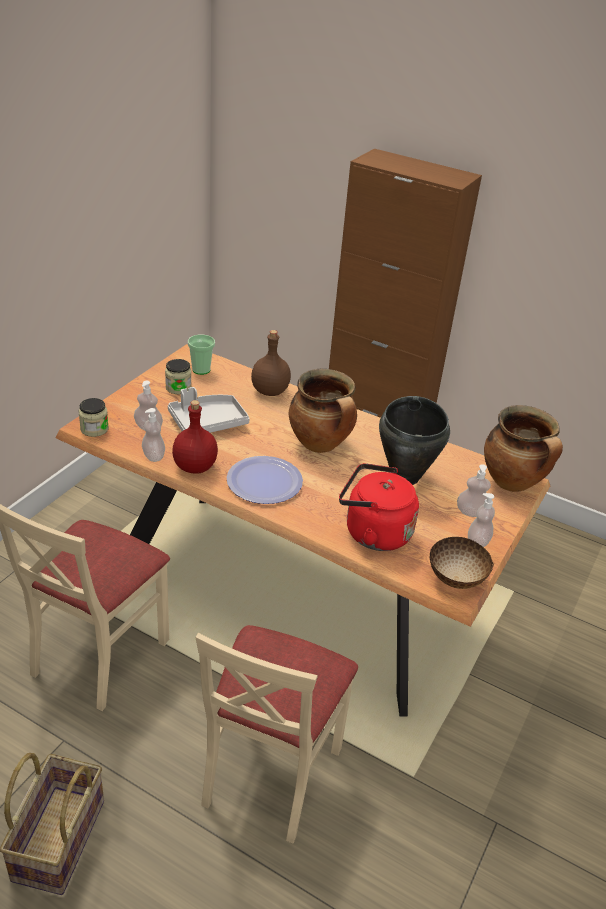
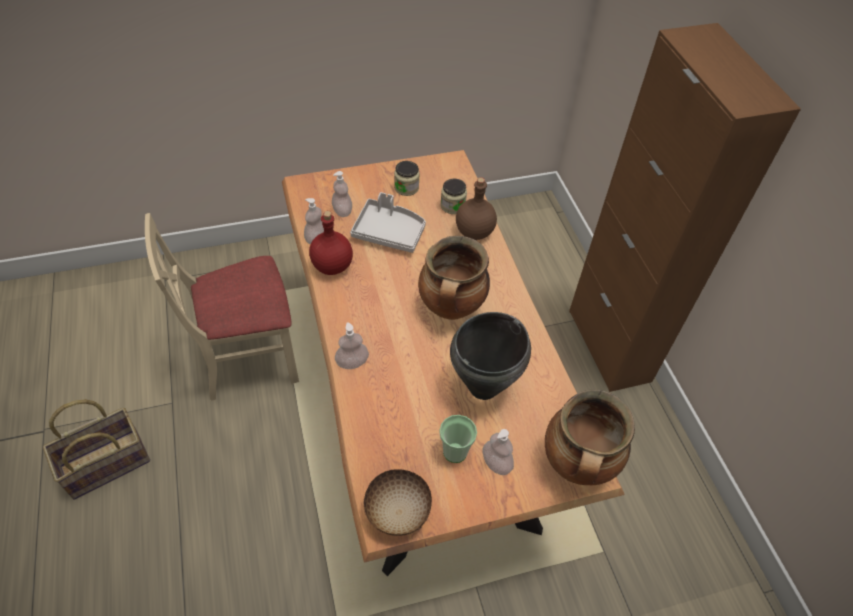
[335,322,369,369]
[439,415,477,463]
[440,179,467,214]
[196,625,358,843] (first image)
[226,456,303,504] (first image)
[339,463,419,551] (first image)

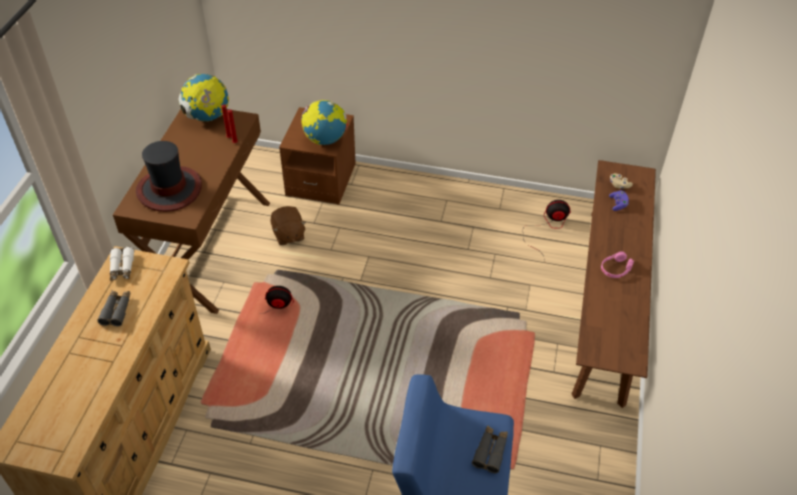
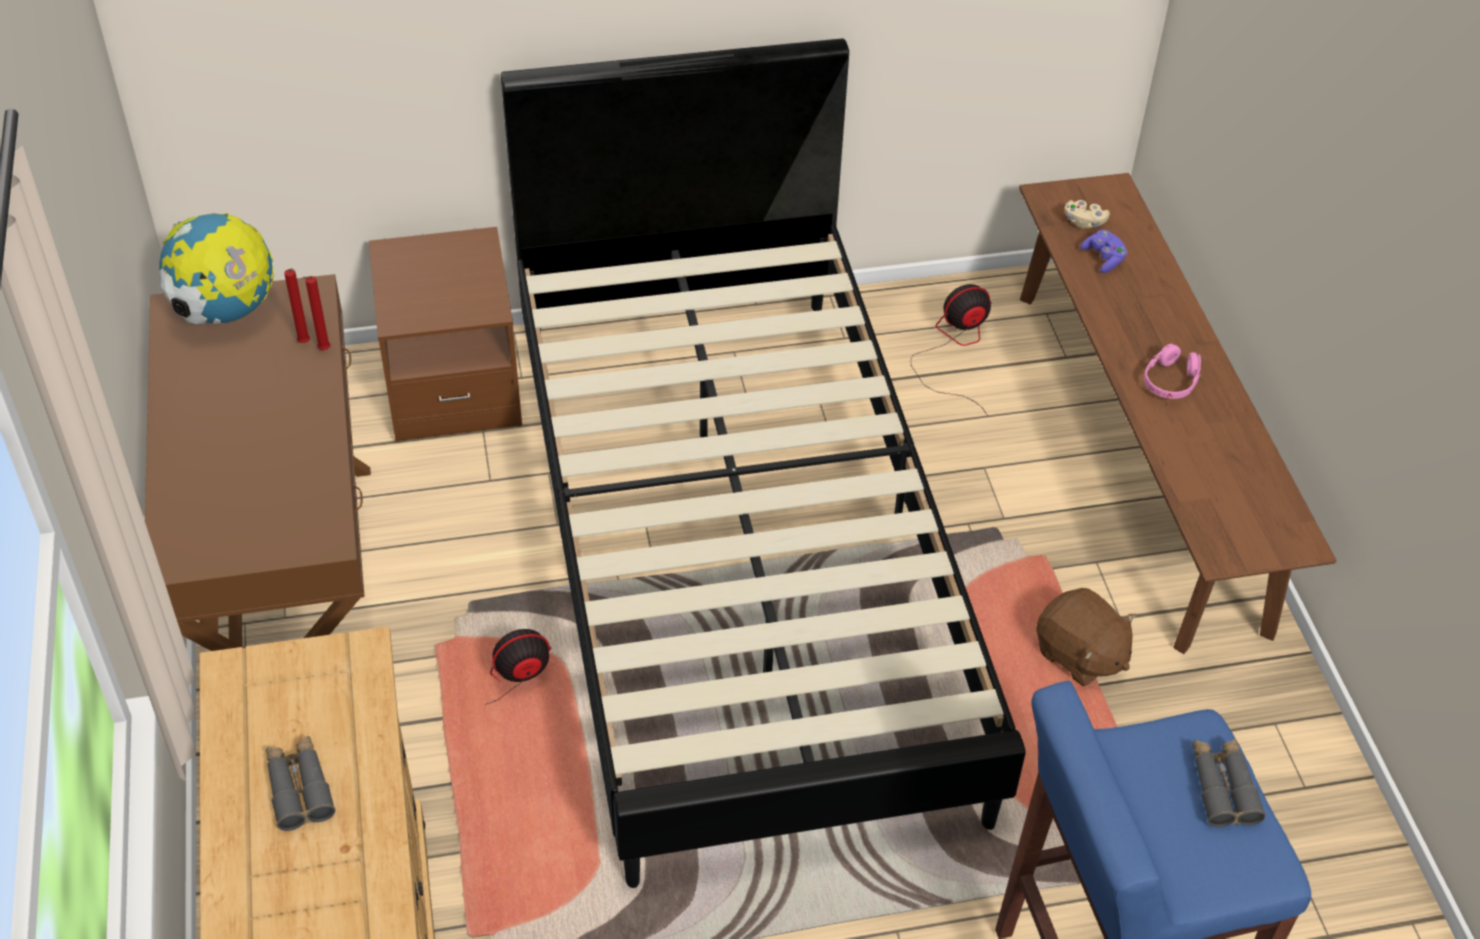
[501,38,1025,888]
[1036,588,1136,686]
[110,247,134,281] (first image)
[136,141,202,212] (first image)
[301,100,348,145] (first image)

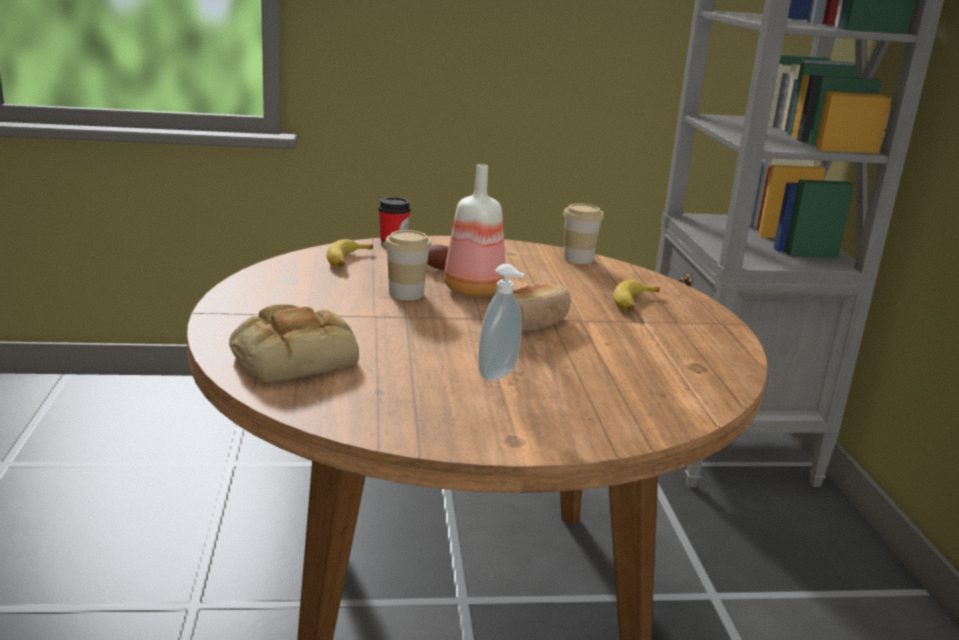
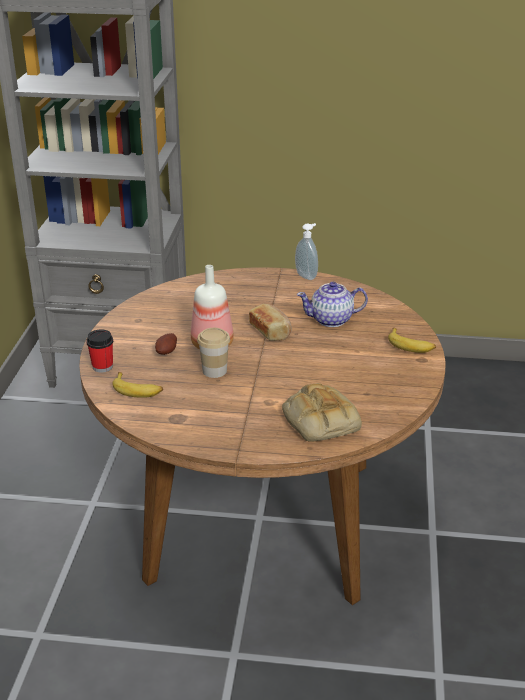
[295,223,318,280]
[297,282,368,327]
[388,328,436,353]
[563,204,604,264] (first image)

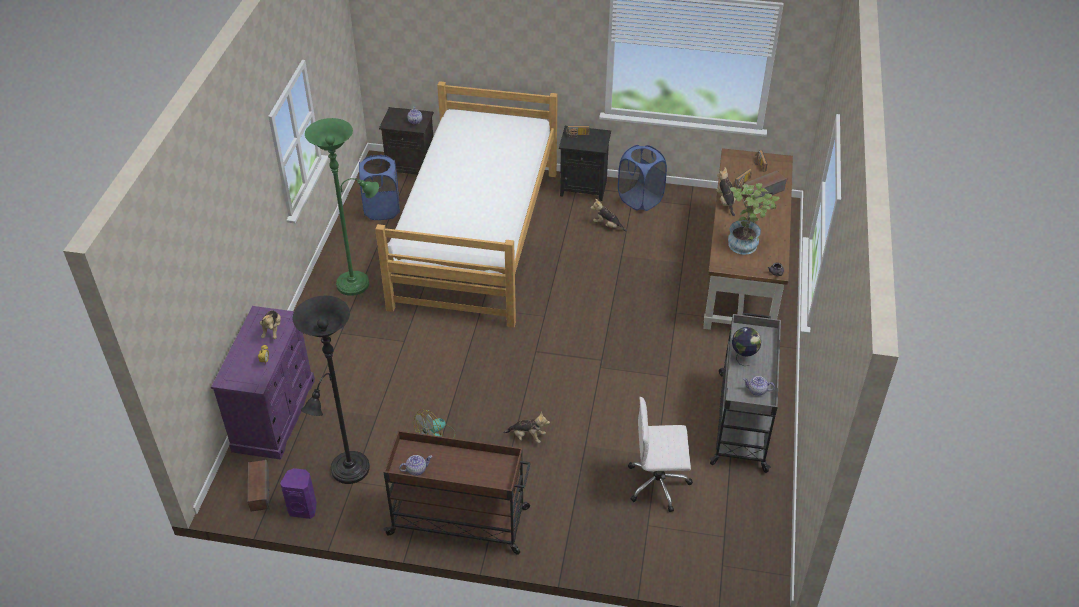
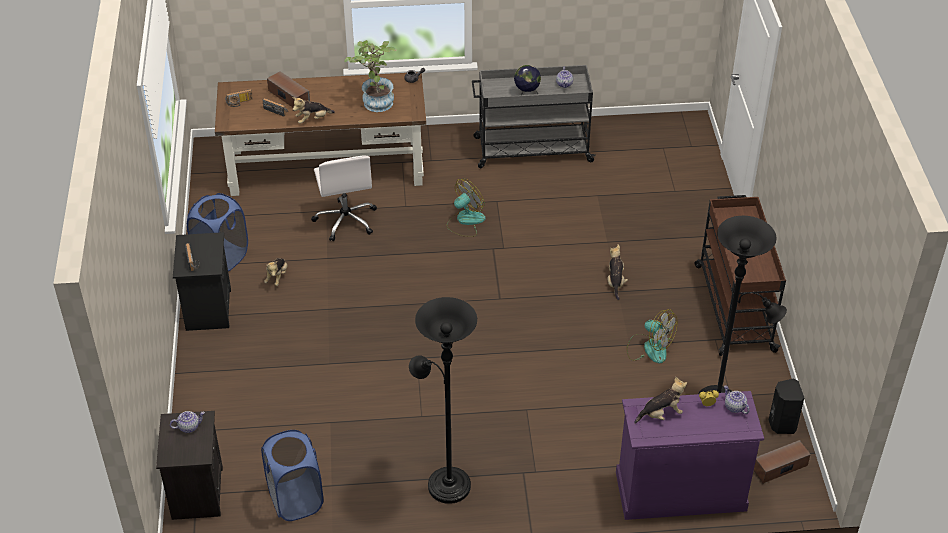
[311,156,377,241]
[409,297,477,504]
[446,179,486,237]
[724,386,750,414]
[769,379,804,434]
[375,81,558,327] (first image)

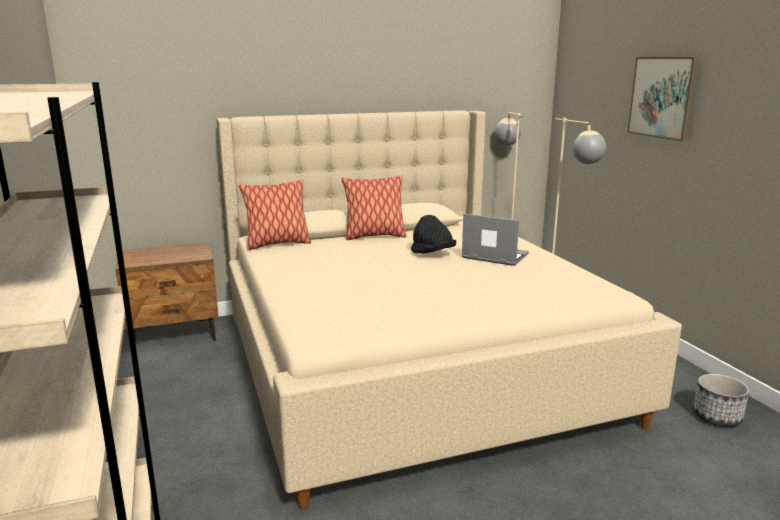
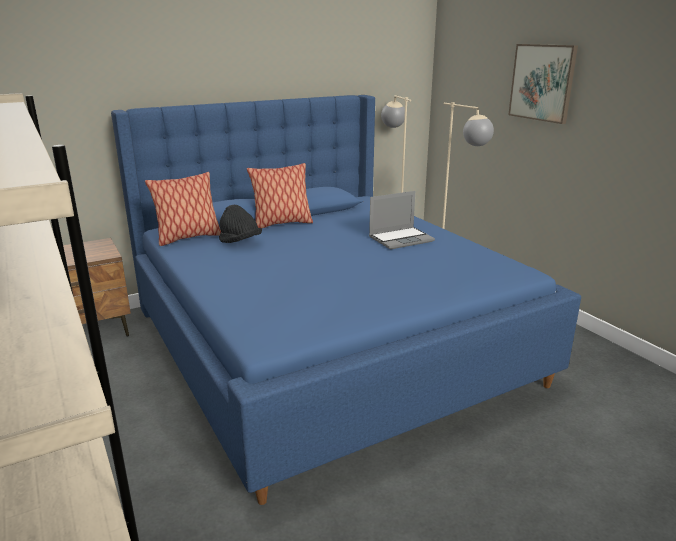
[111,95,581,505]
[219,204,262,243]
[369,191,435,250]
[693,374,749,427] (first image)

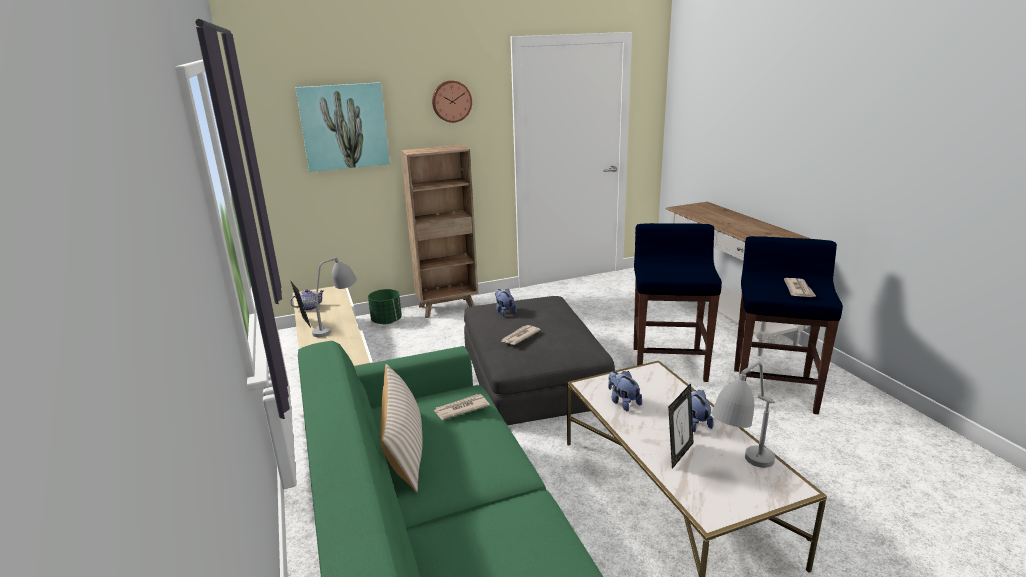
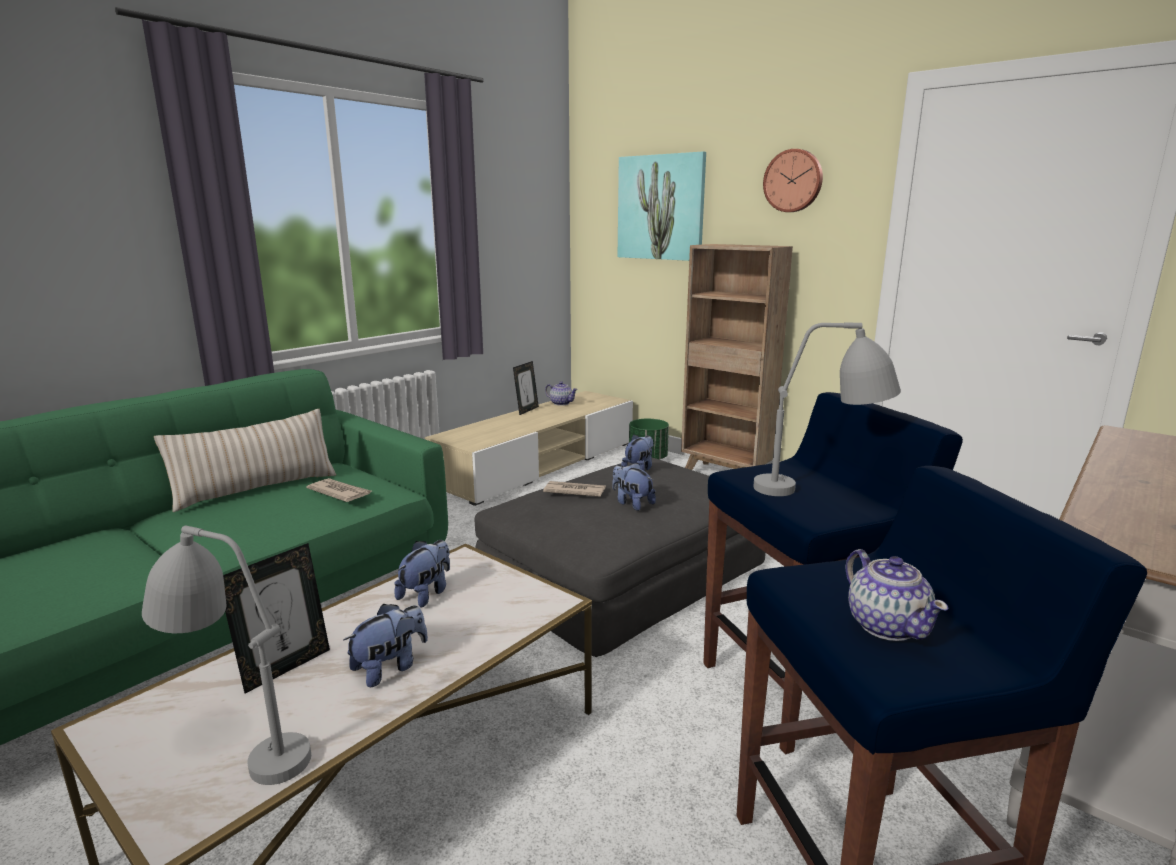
[223,543,330,694]
[612,463,656,511]
[753,322,901,496]
[845,549,948,641]

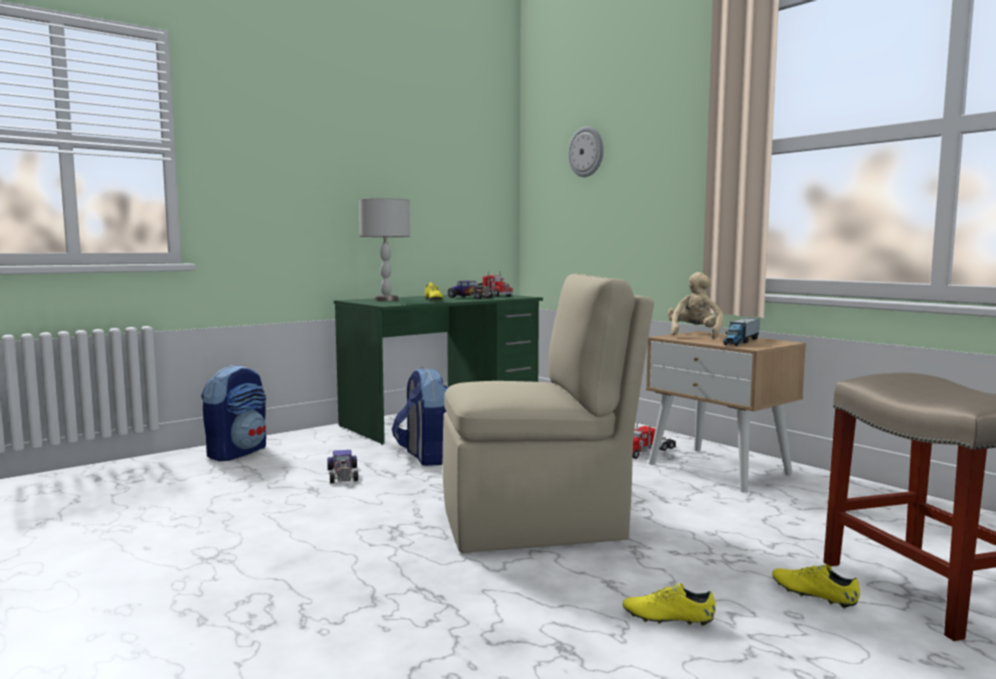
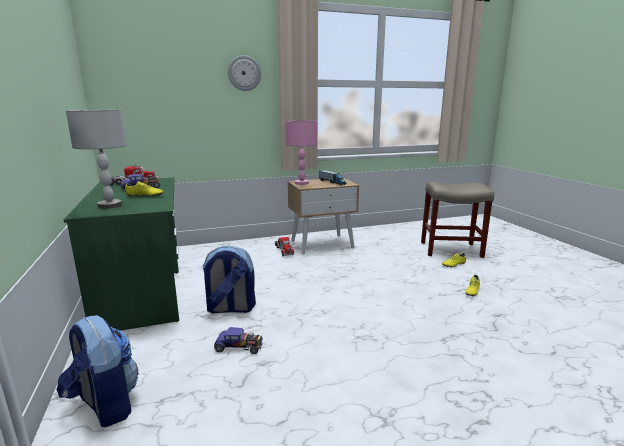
[228,55,261,91]
[286,120,317,185]
[442,274,654,553] (first image)

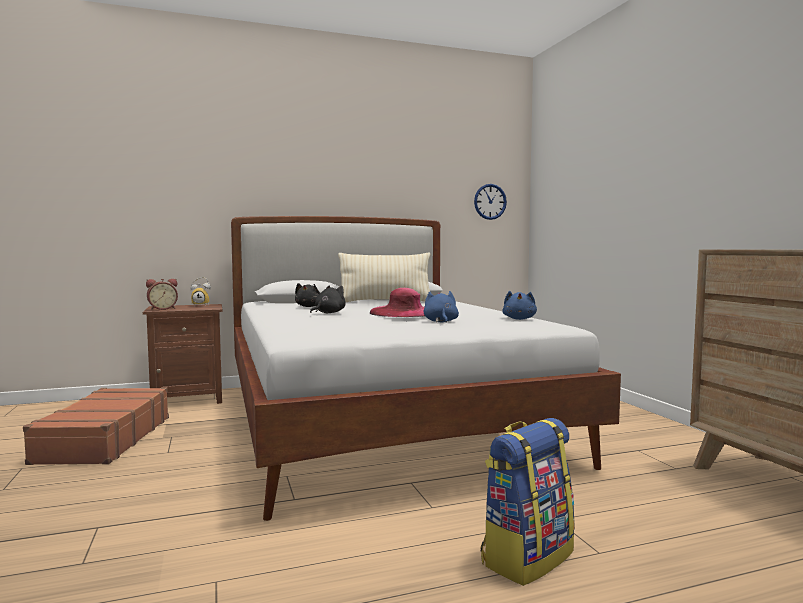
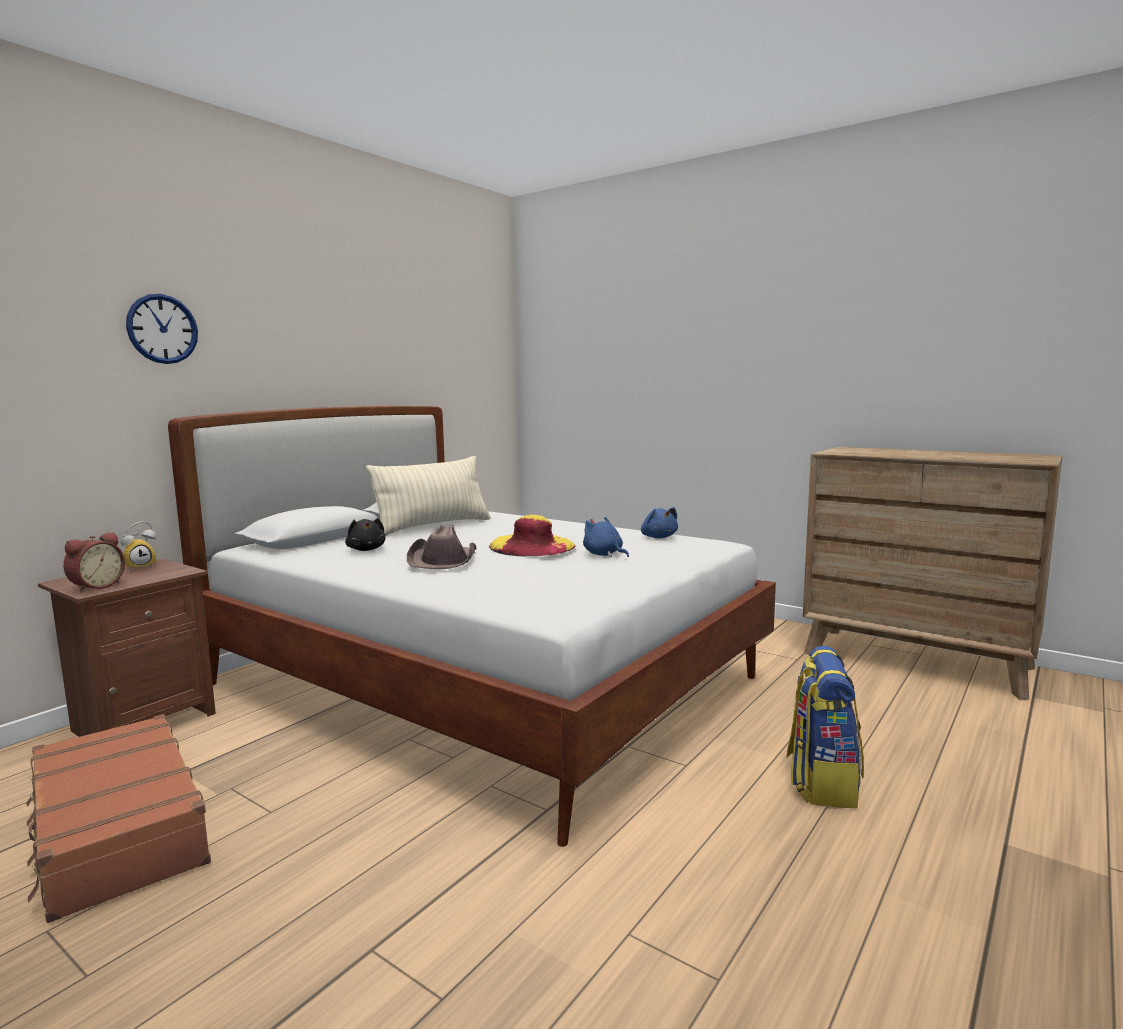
[126,294,198,364]
[407,525,476,569]
[489,515,576,556]

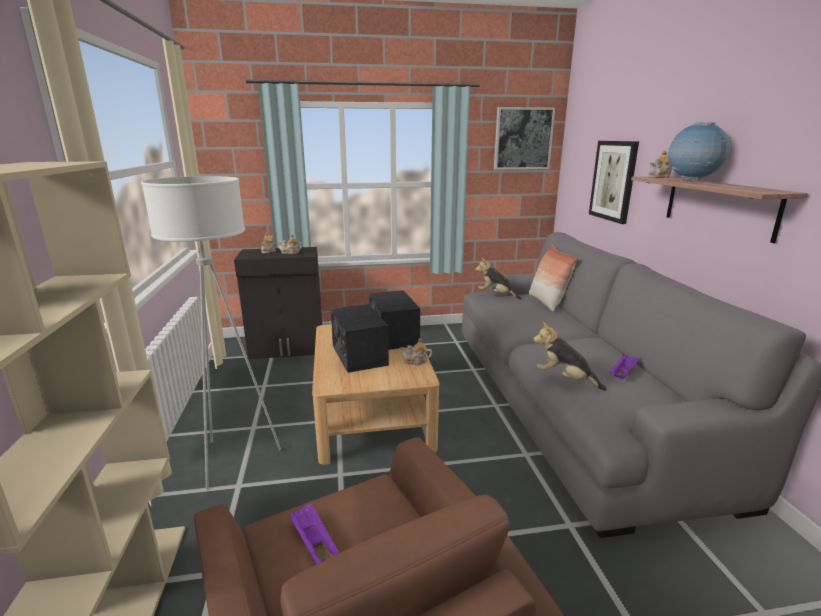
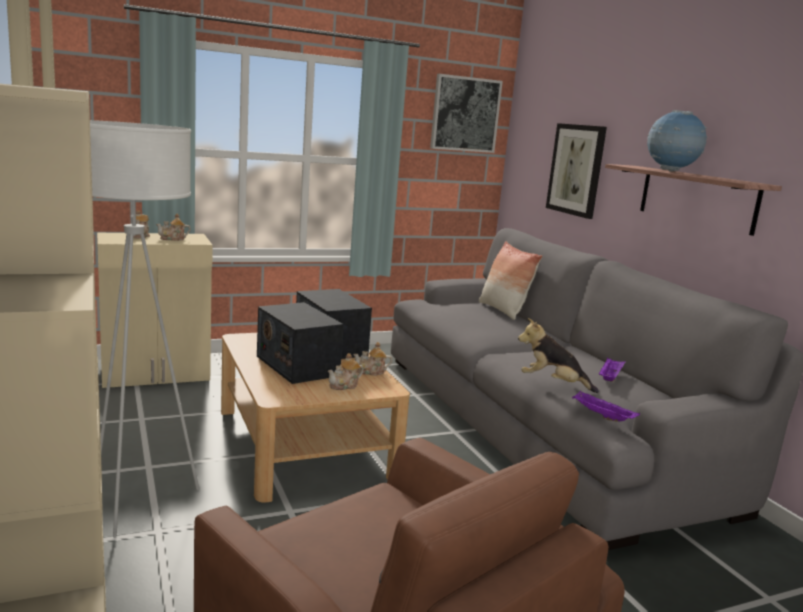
[97,233,213,388]
[328,353,363,390]
[572,391,640,422]
[476,258,522,300] (first image)

